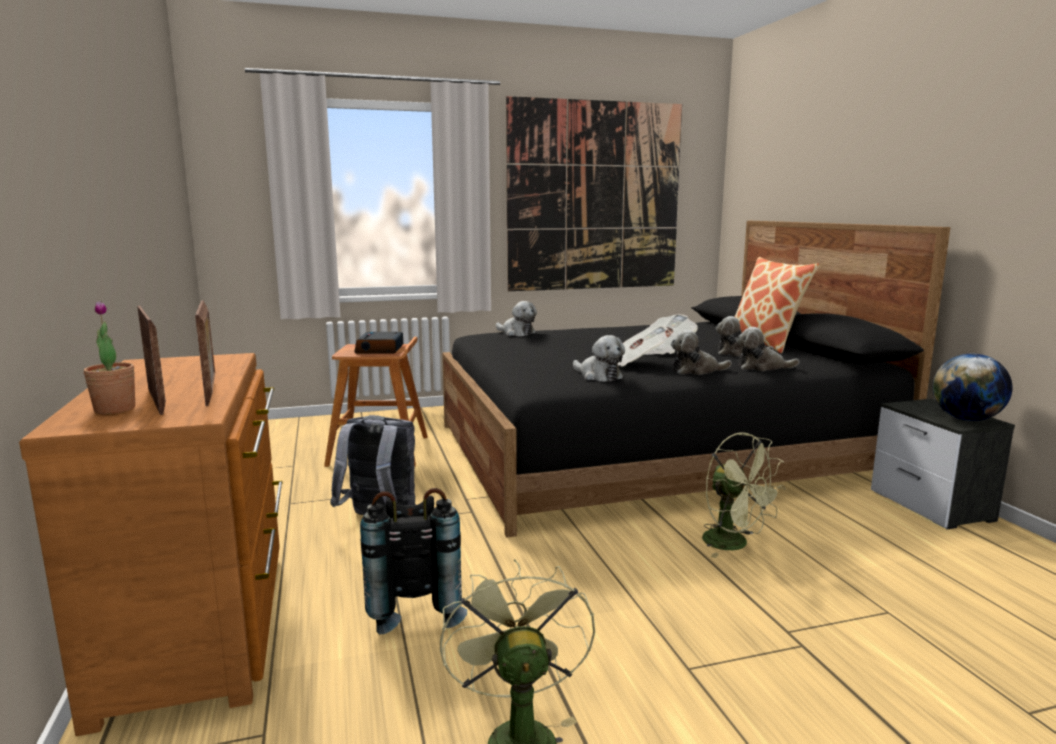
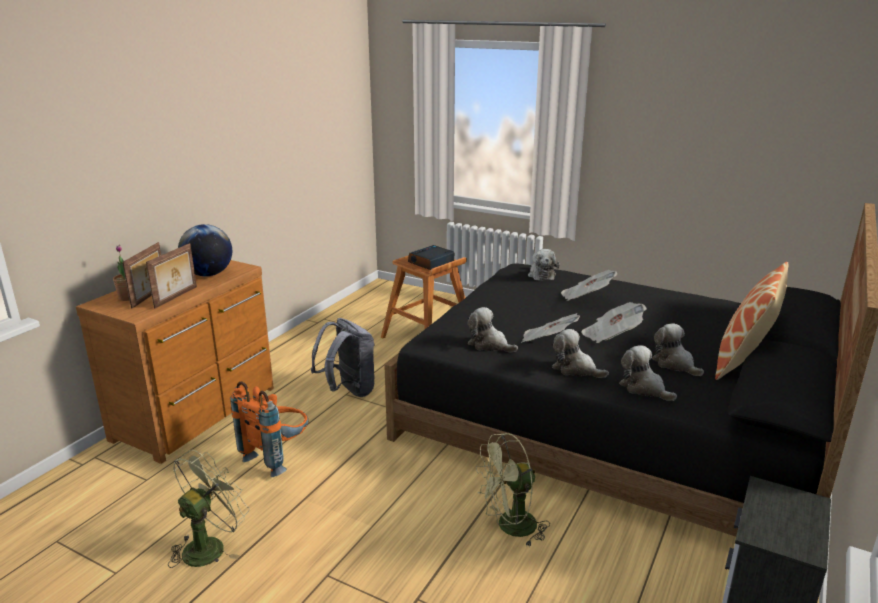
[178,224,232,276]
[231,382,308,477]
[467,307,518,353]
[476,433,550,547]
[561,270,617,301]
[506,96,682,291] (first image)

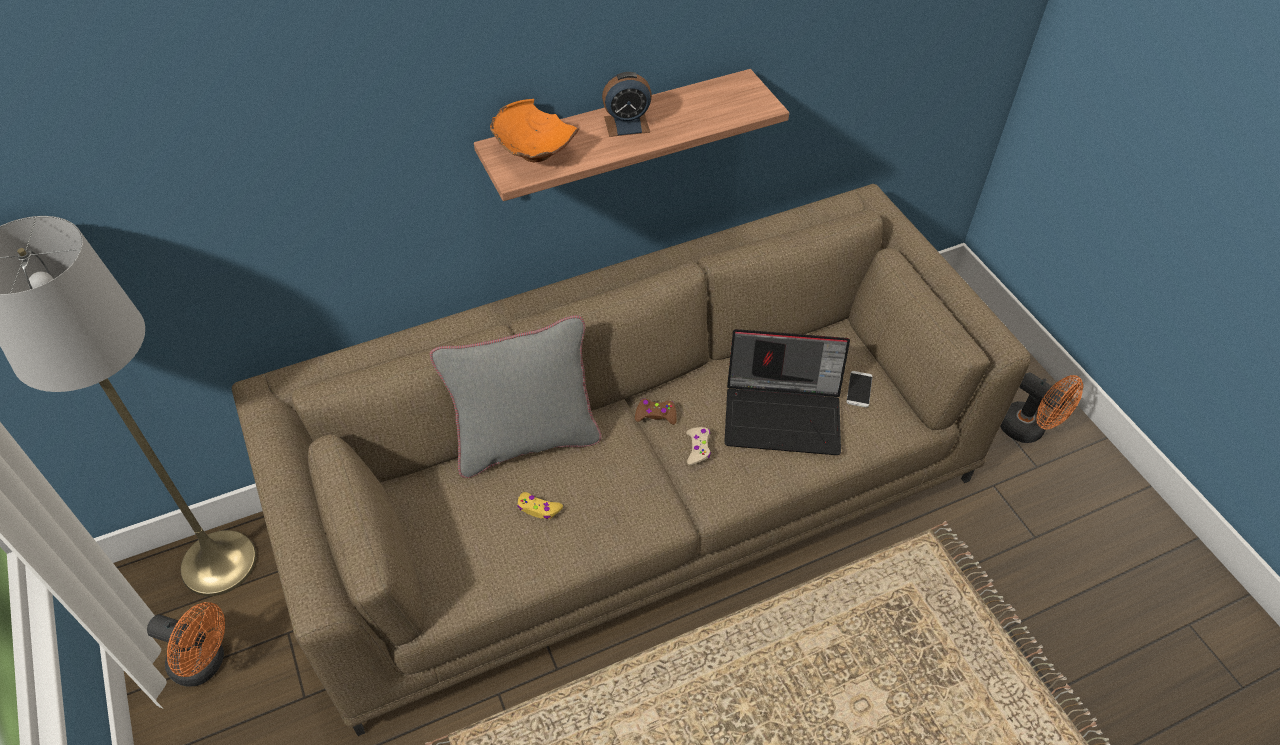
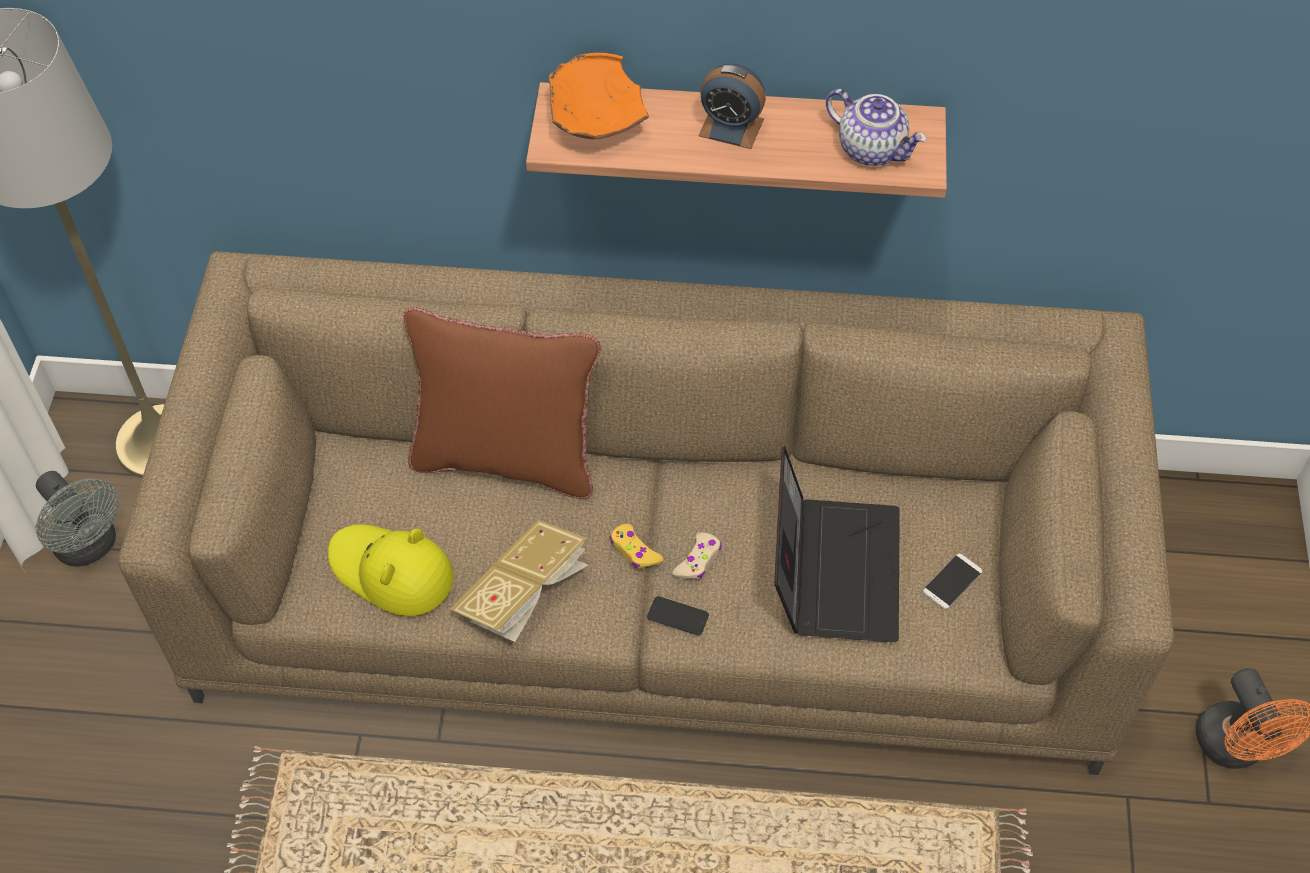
[36,471,119,567]
[328,524,454,616]
[404,307,601,499]
[450,520,588,642]
[610,523,663,568]
[647,596,709,635]
[774,446,900,642]
[826,89,927,166]
[635,399,677,425] (first image)

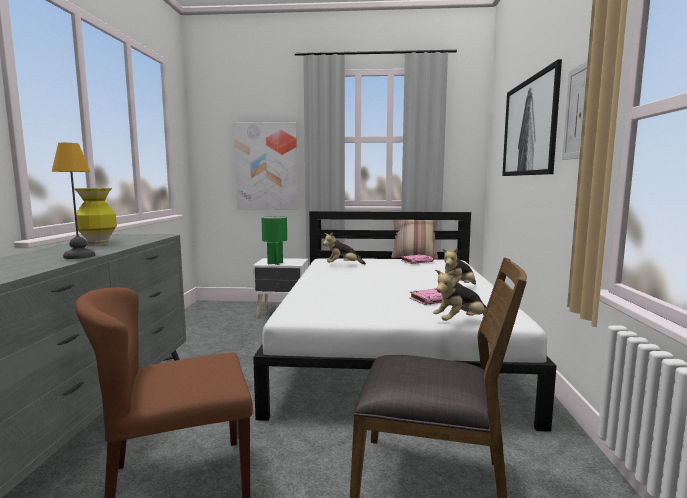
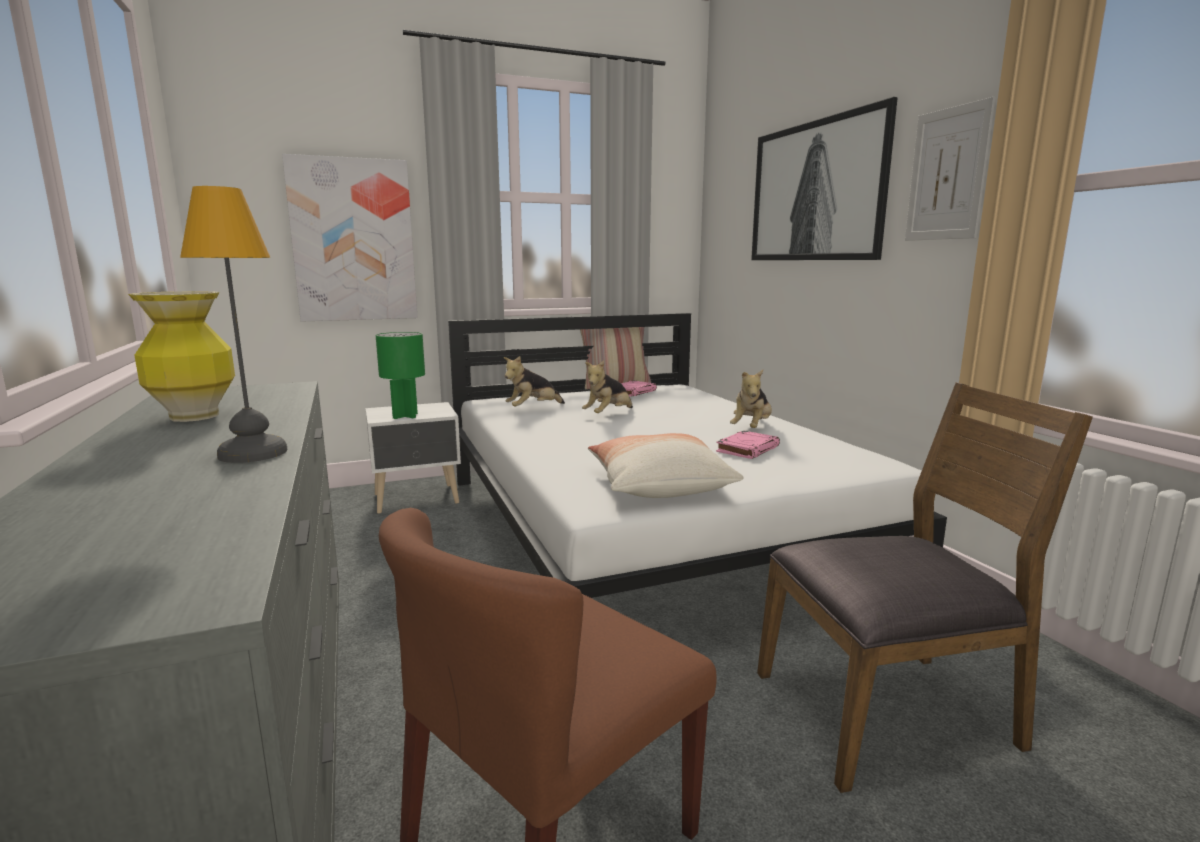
[582,361,633,413]
[588,433,744,498]

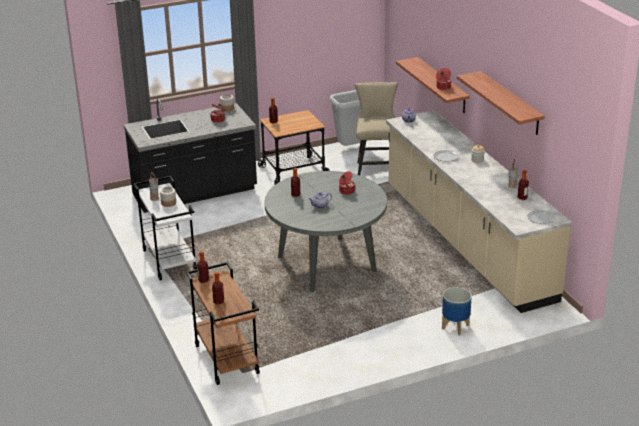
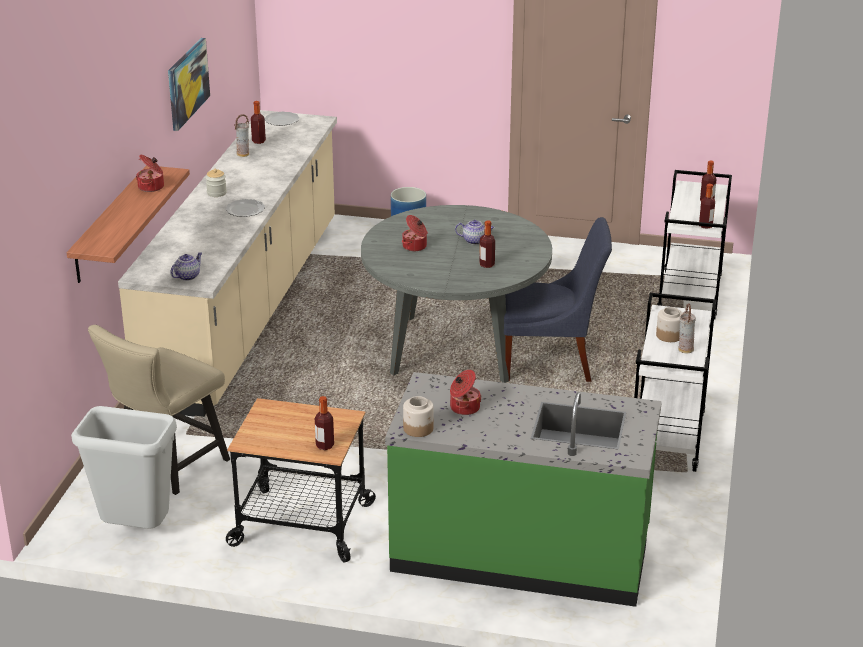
[168,38,210,131]
[385,372,662,607]
[504,217,612,382]
[657,170,732,320]

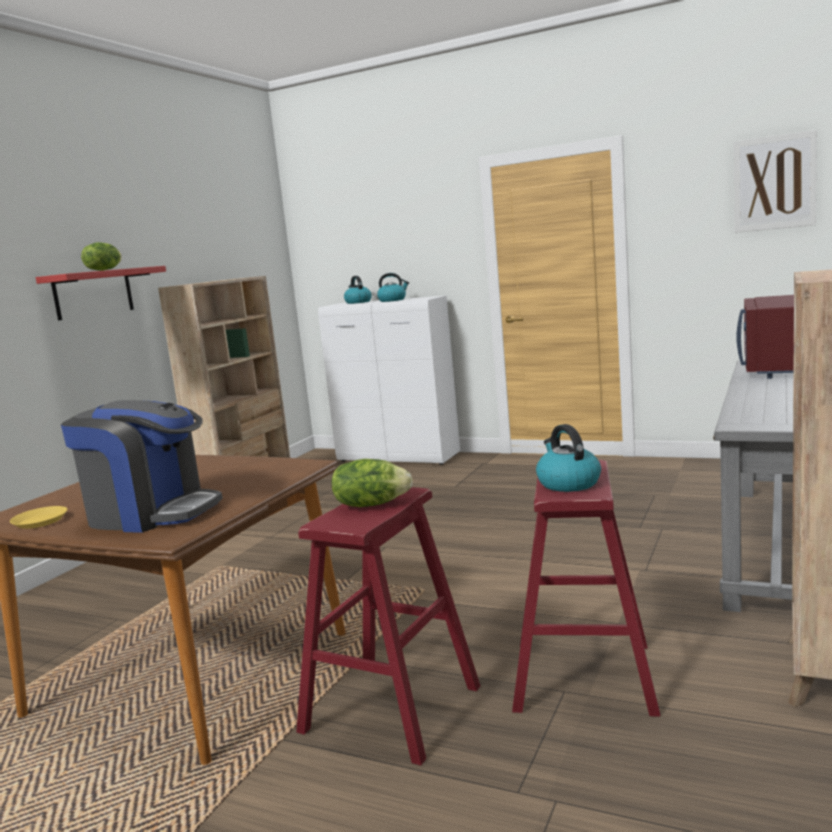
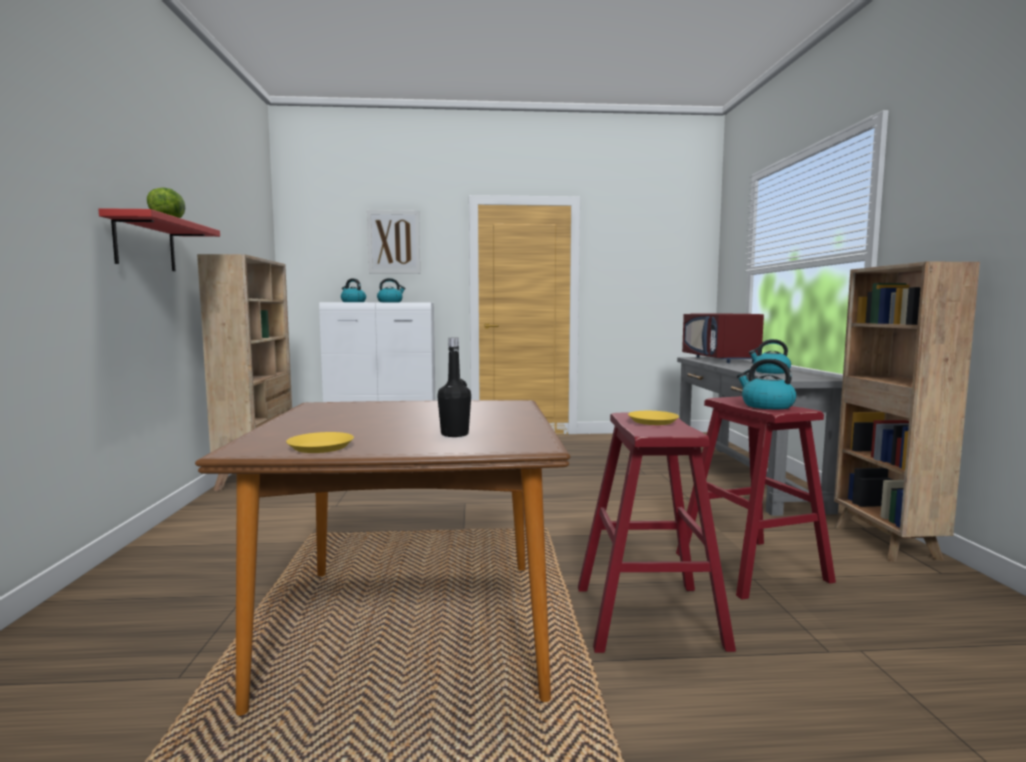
[367,210,420,274]
[437,338,471,437]
[628,411,679,425]
[749,339,791,374]

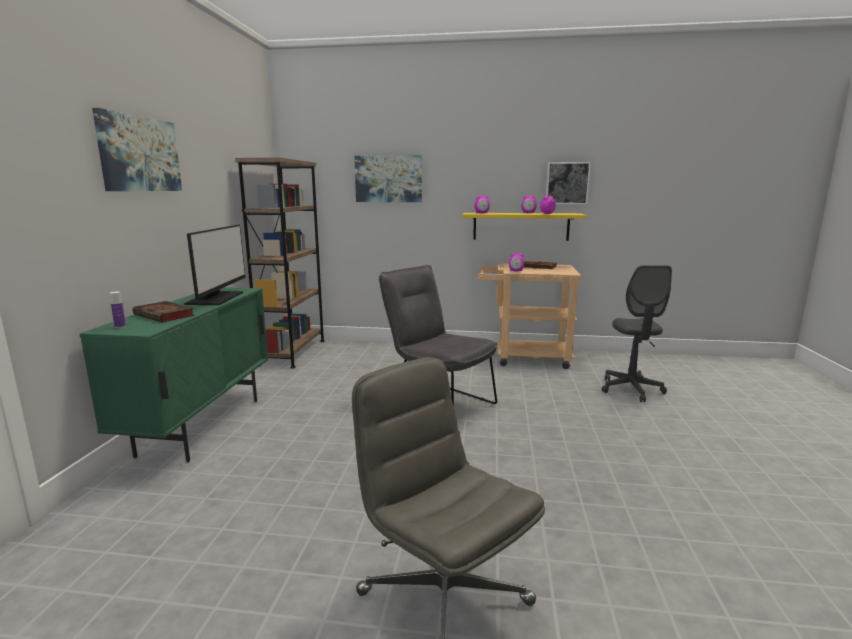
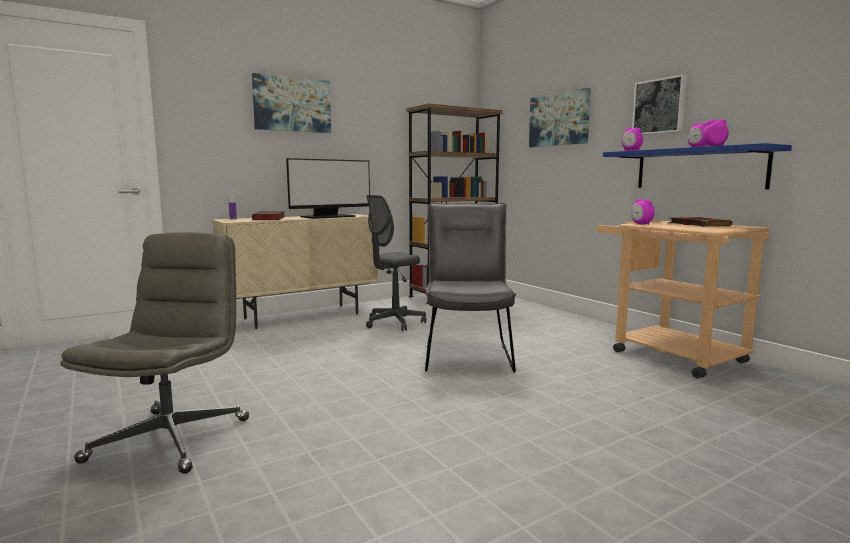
[212,214,379,329]
[366,195,426,331]
[603,143,792,189]
[632,74,687,135]

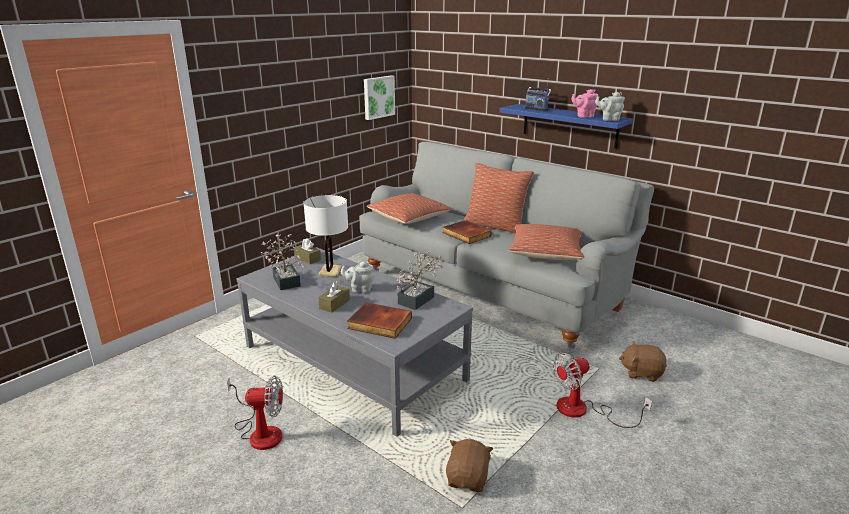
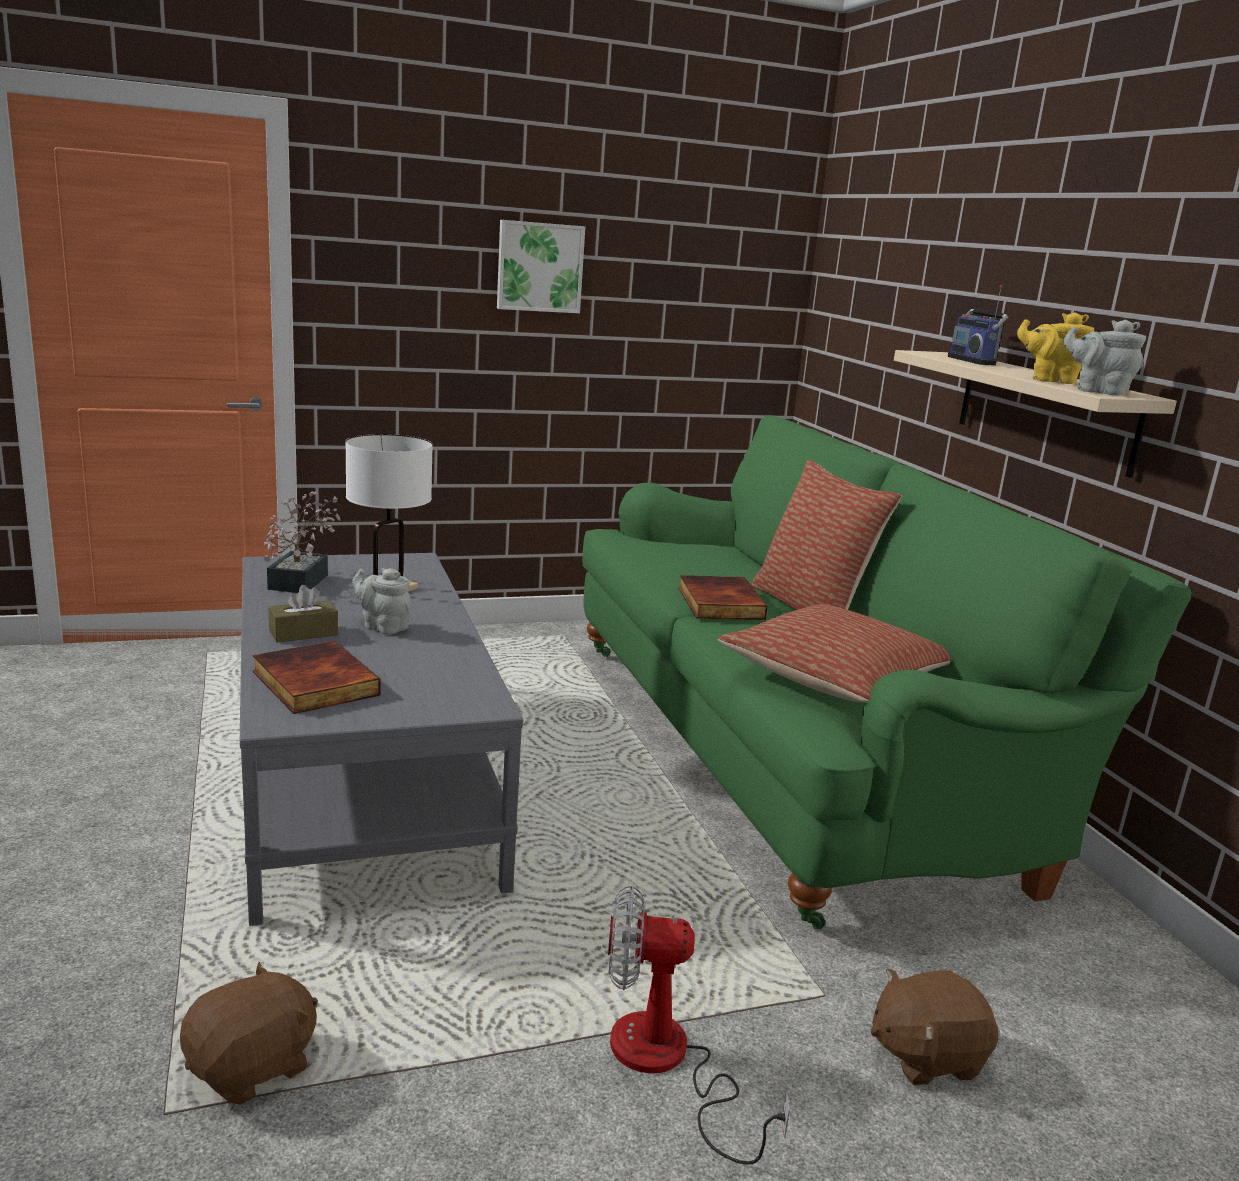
[497,220,585,313]
[582,415,1192,929]
[871,968,998,1086]
[894,350,1177,478]
[1017,312,1094,384]
[227,376,283,450] (first image)
[294,238,321,264] (first image)
[367,193,452,224] (first image)
[397,251,443,310] (first image)

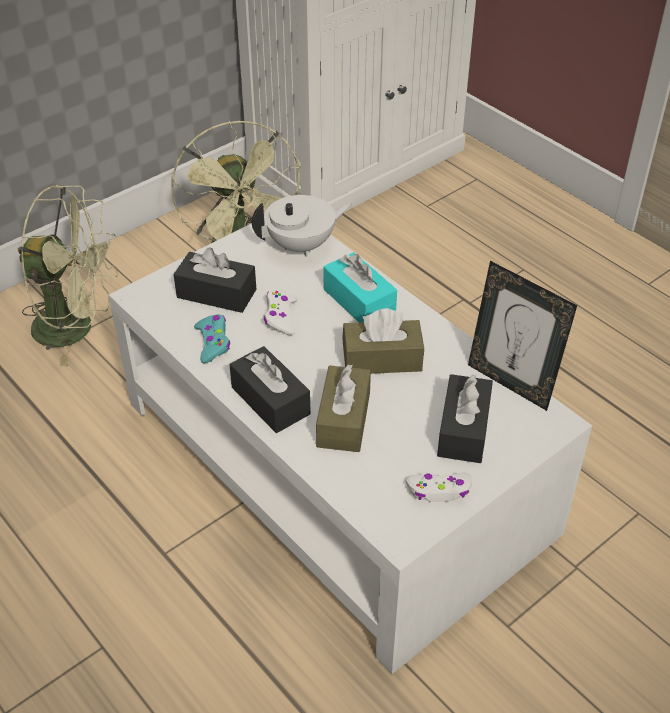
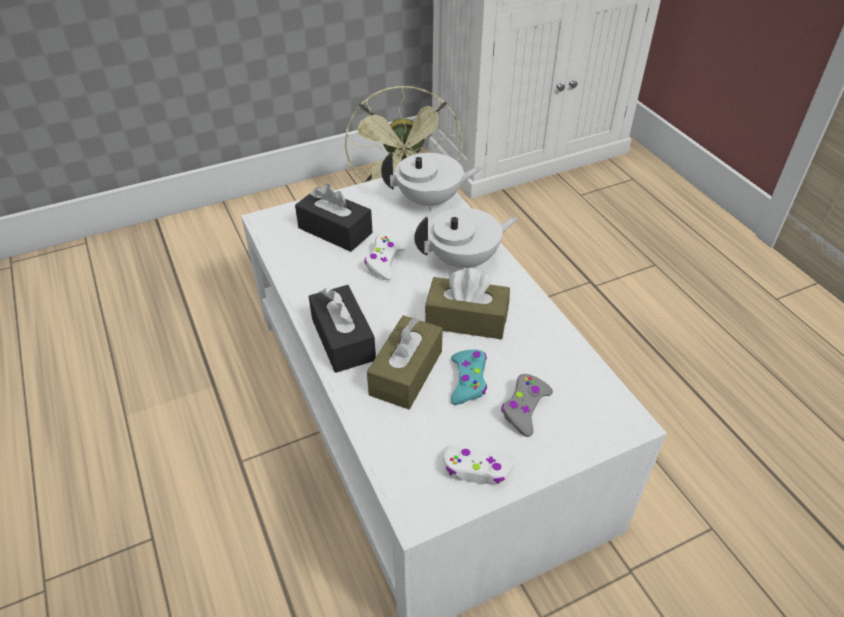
[414,208,518,268]
[451,350,487,405]
[501,374,553,437]
[17,185,118,366] (first image)
[468,261,577,411] (first image)

